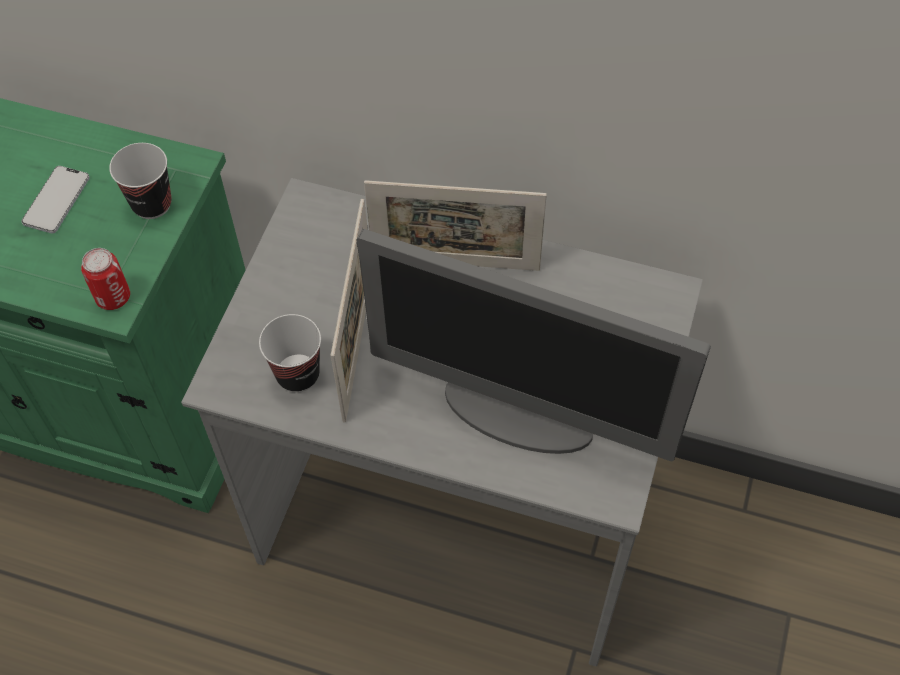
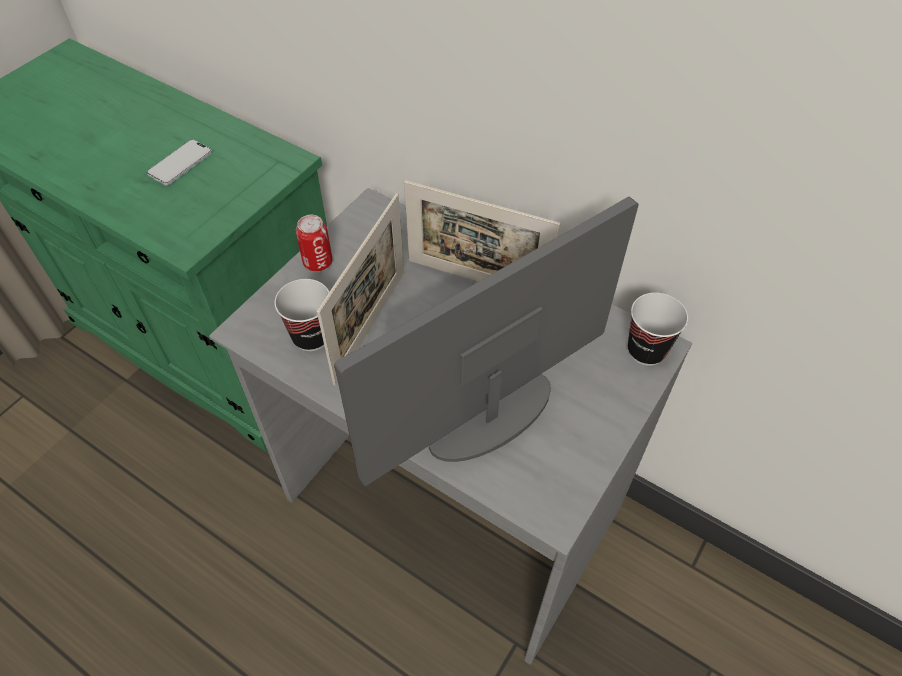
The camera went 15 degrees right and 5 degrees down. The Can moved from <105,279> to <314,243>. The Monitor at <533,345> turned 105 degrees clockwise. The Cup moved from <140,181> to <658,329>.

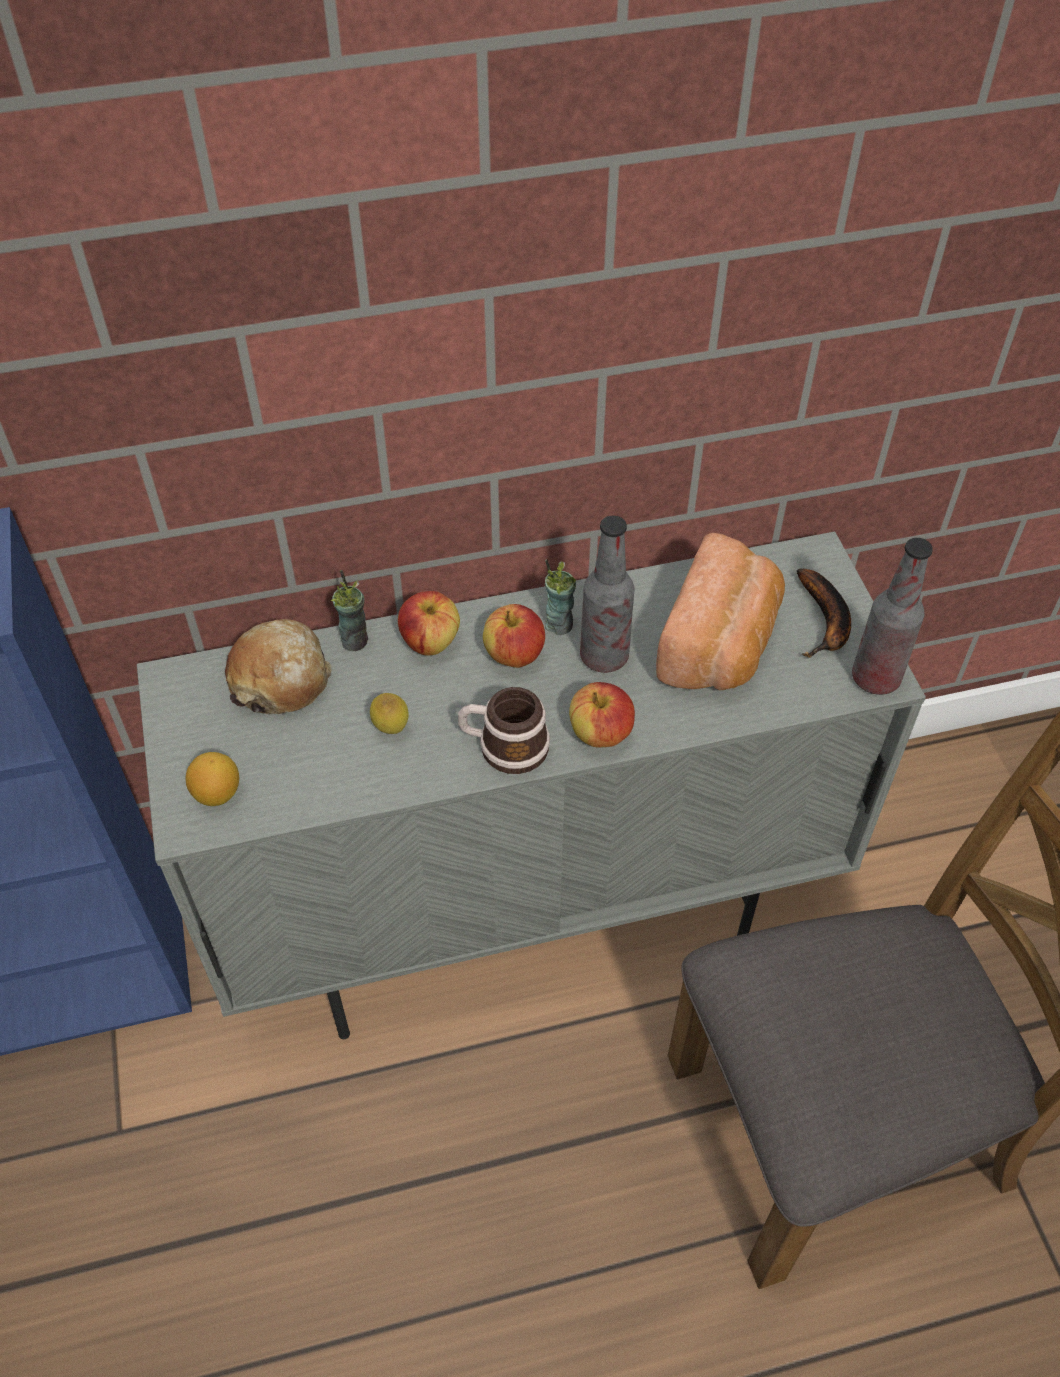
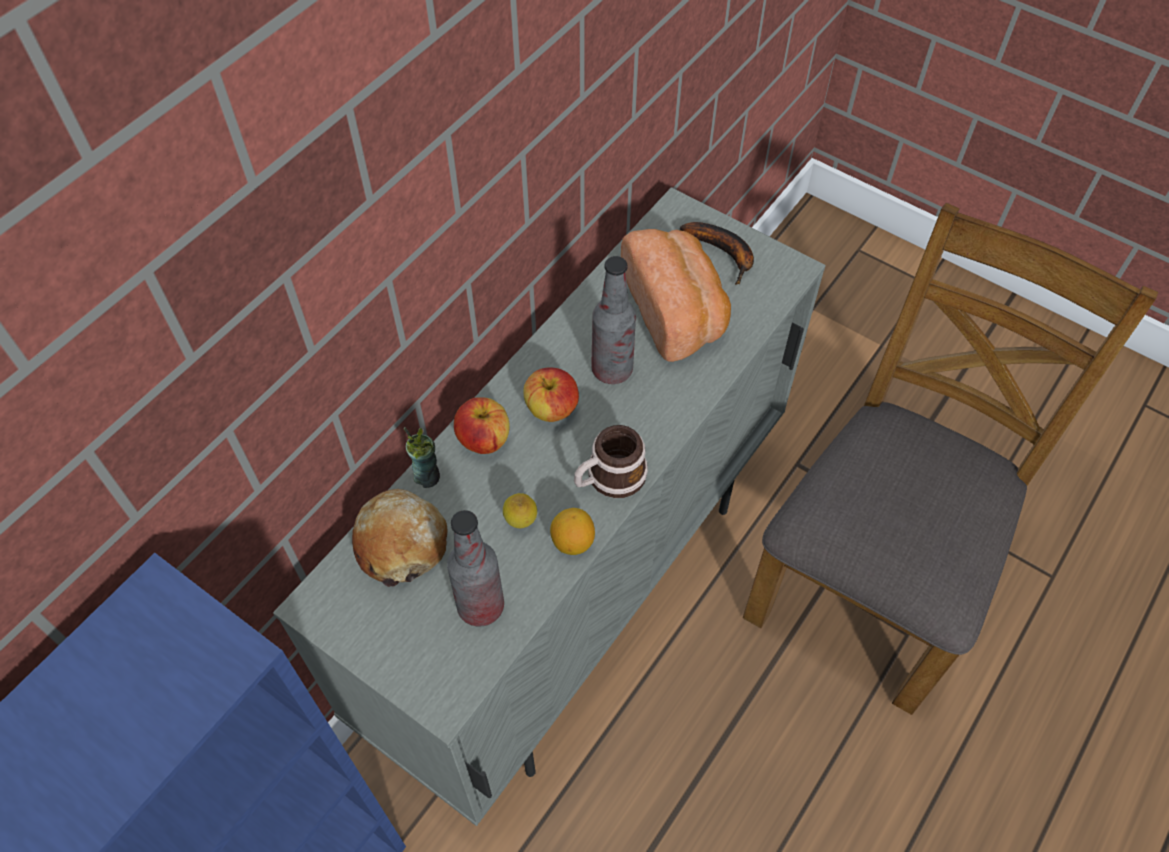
The camera went 40 degrees left and 5 degrees up. The Bottle moved from <892,616> to <475,568>. The Lemon moved from <212,779> to <572,531>. The Cup at <560,597> disappeared. The Apple at <602,714> disappeared.

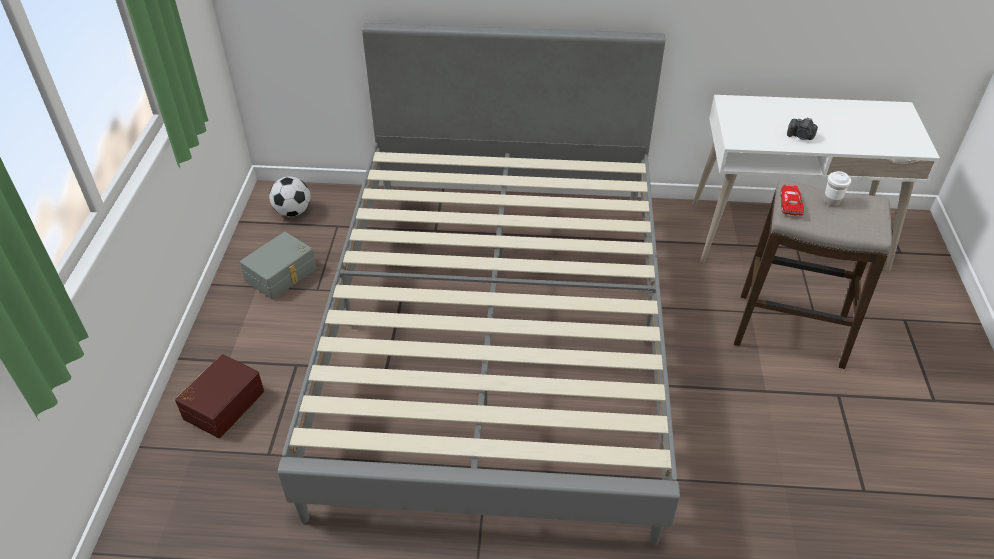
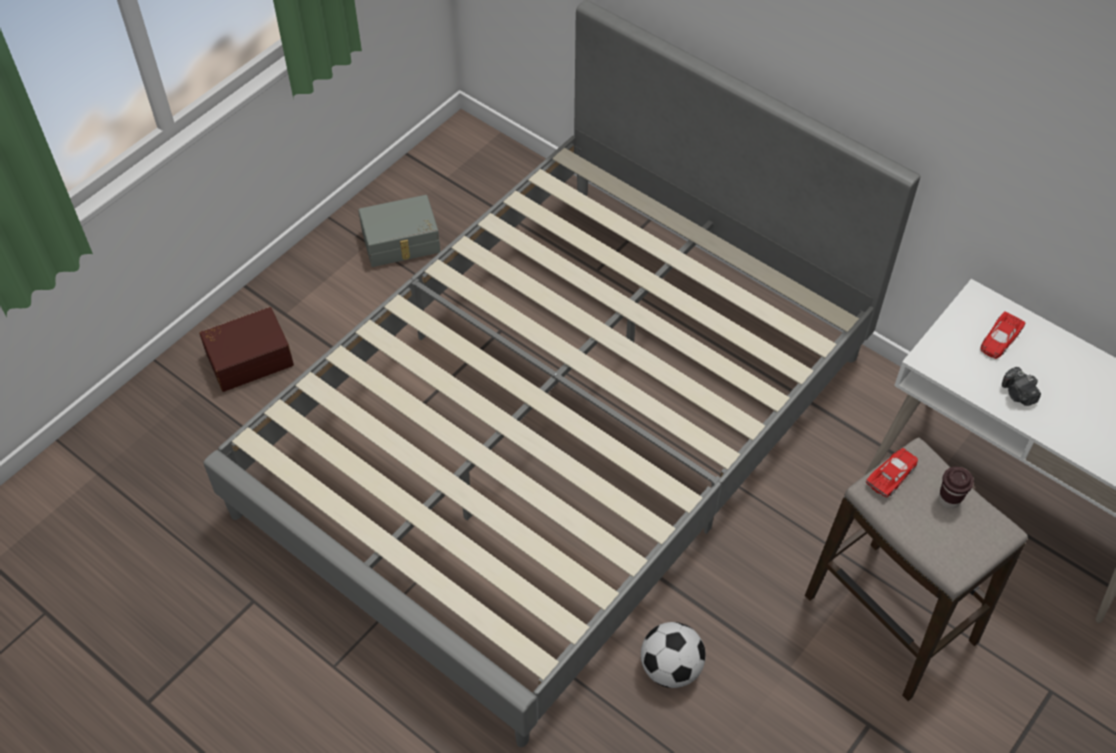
The camera went 35 degrees right and 10 degrees up. The Football moved from <290,196> to <673,655>. The WhiteCup at <837,188> became the BrownCup at <956,488>. The RedToyCar at <1003,335> appeared.

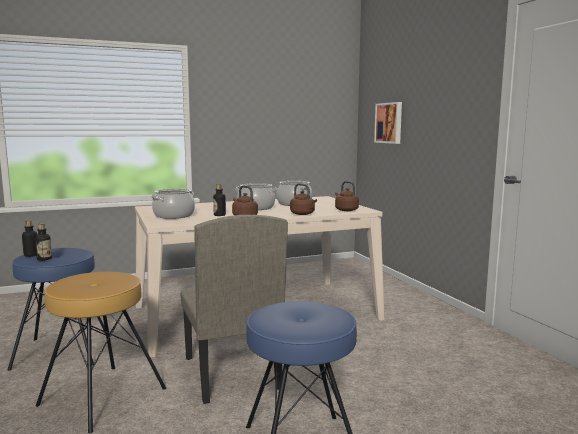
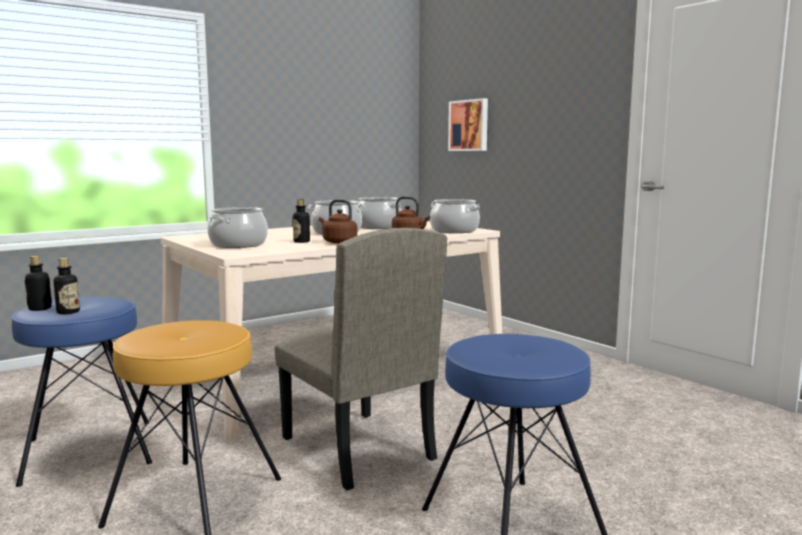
The camera went 15 degrees left and 0 degrees up. The BrownKettle at <347,196> was replaced by the CookingPot at <455,216>.

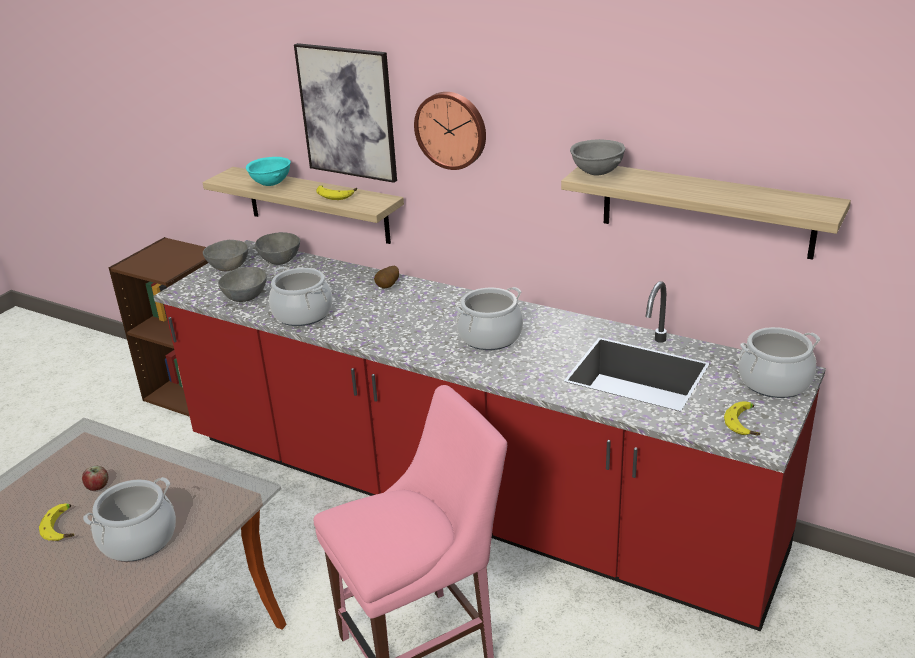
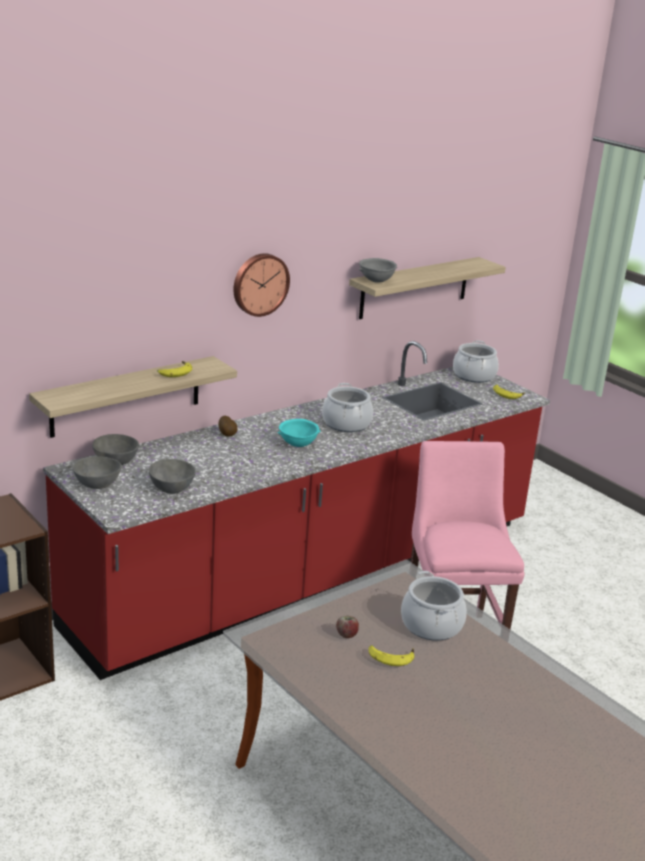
The camera went 70 degrees left and 5 degrees down. The TurquoiseBowl moved from <268,171> to <299,433>. The CookingPot at <301,296> disappeared. The Picture at <345,113> disappeared.

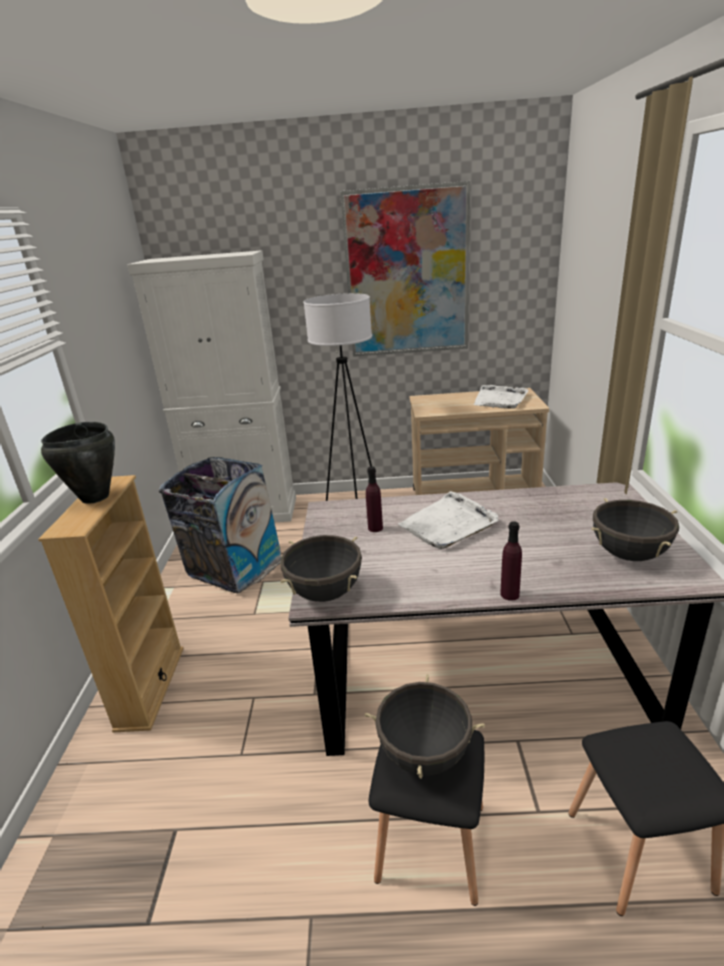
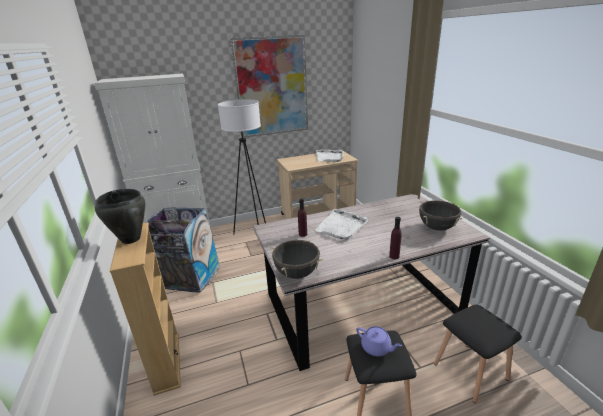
The camera went 20 degrees left and 0 degrees up. The BlackCookingPot at <425,726> was replaced by the PurpleTeapot at <379,341>.

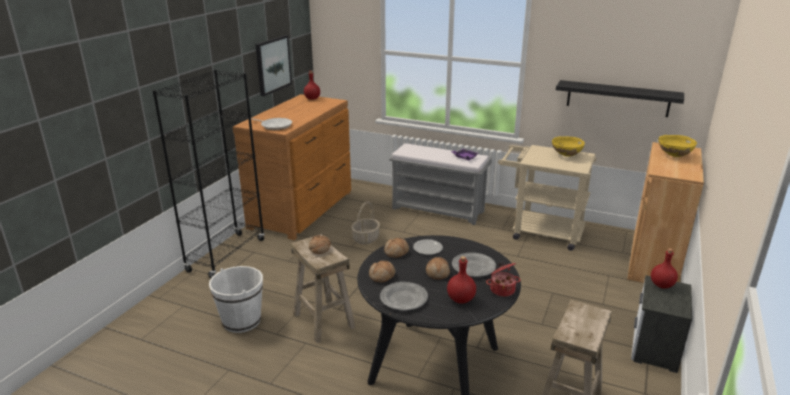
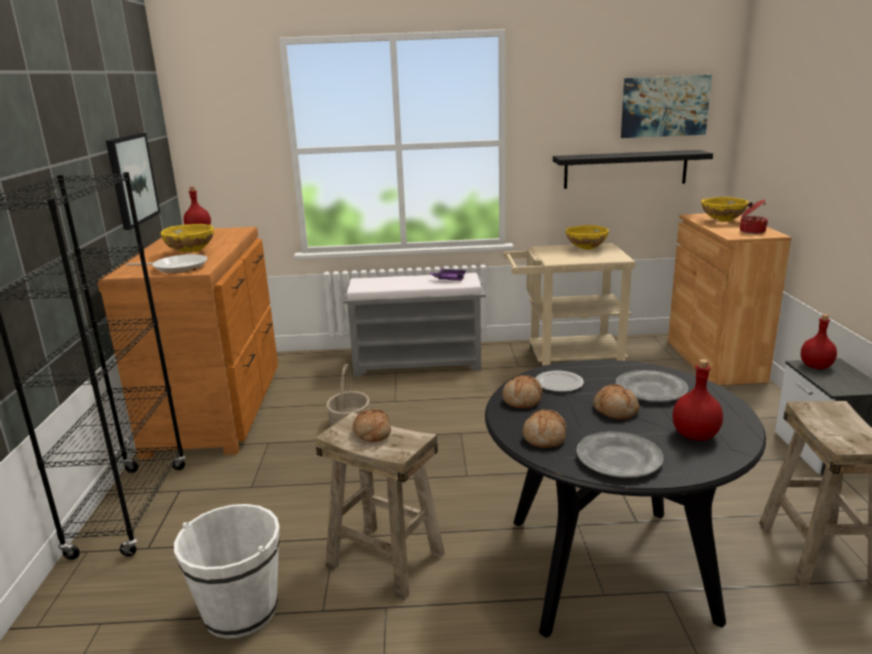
The camera went 25 degrees left and 5 degrees down. The YellowBowl at <187,238> appeared. The Picture at <666,106> appeared. The CookingPot moved from <503,279> to <754,216>.

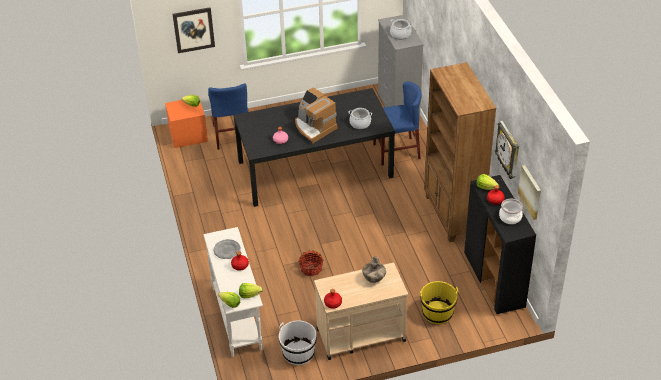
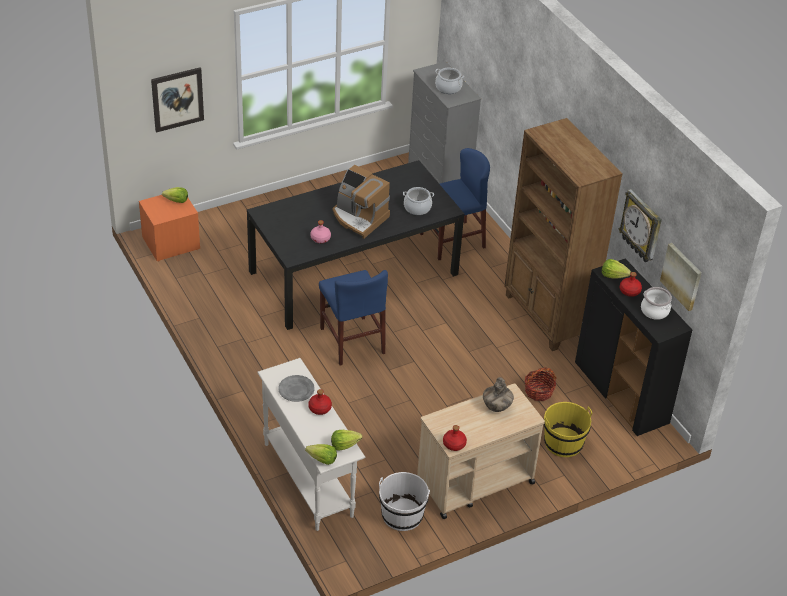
The camera went 15 degrees left and 0 degrees up. The BlueChair moved from <228,116> to <353,318>. The Basket moved from <311,263> to <541,384>.

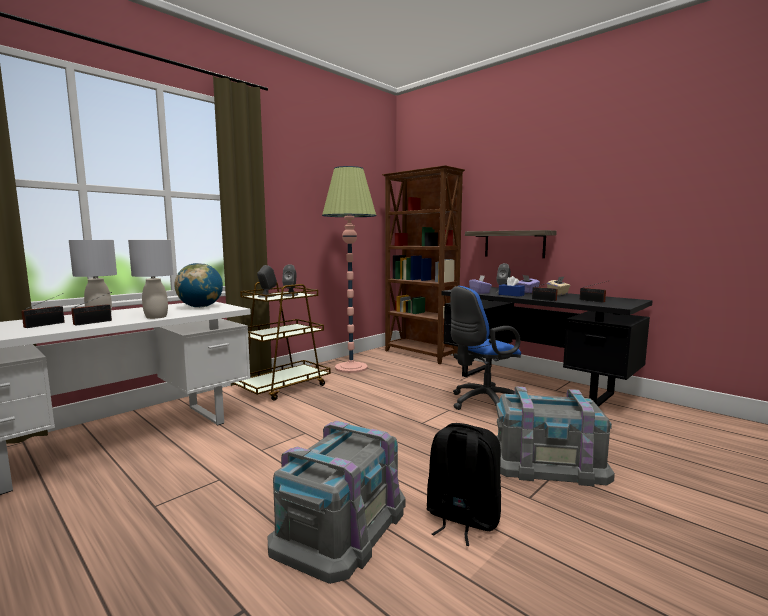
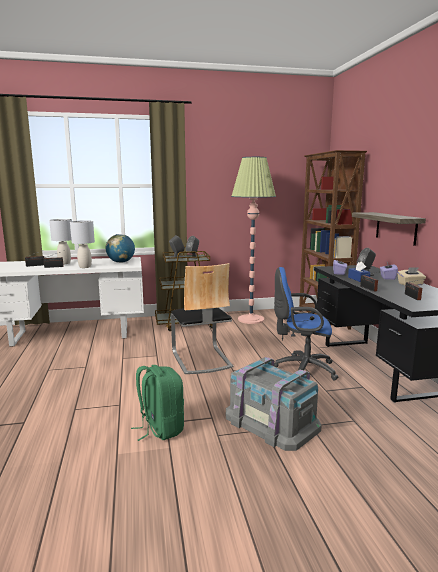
The camera went 35 degrees right and 5 degrees up. The BlackBackpack at <463,484> became the GreenBackpack at <157,403>. The Chair at <202,318> appeared. The GreyStorageBox at <337,502> disappeared.

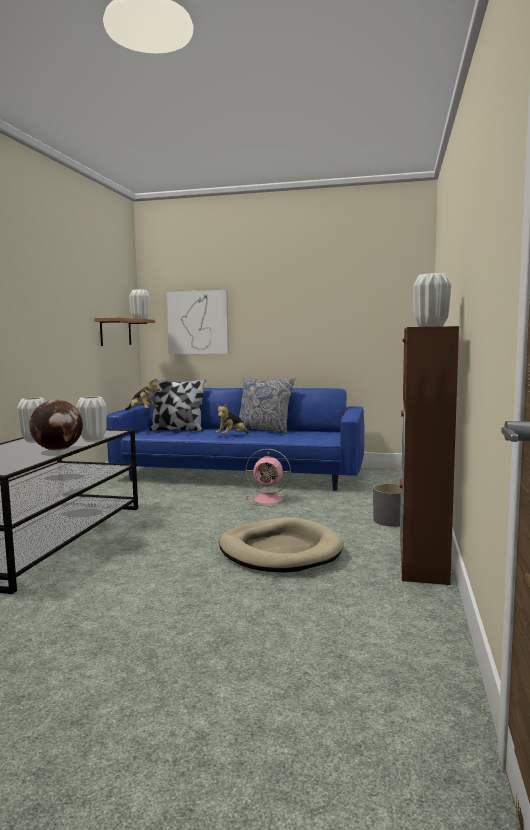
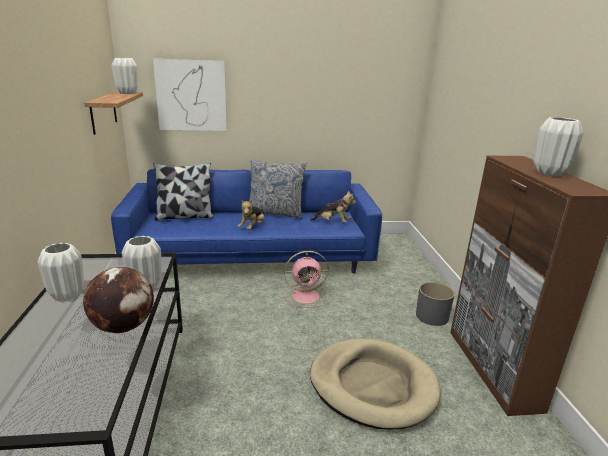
The camera went 20 degrees left and 15 degrees up. The PlushToy moved from <142,394> to <333,206>.

